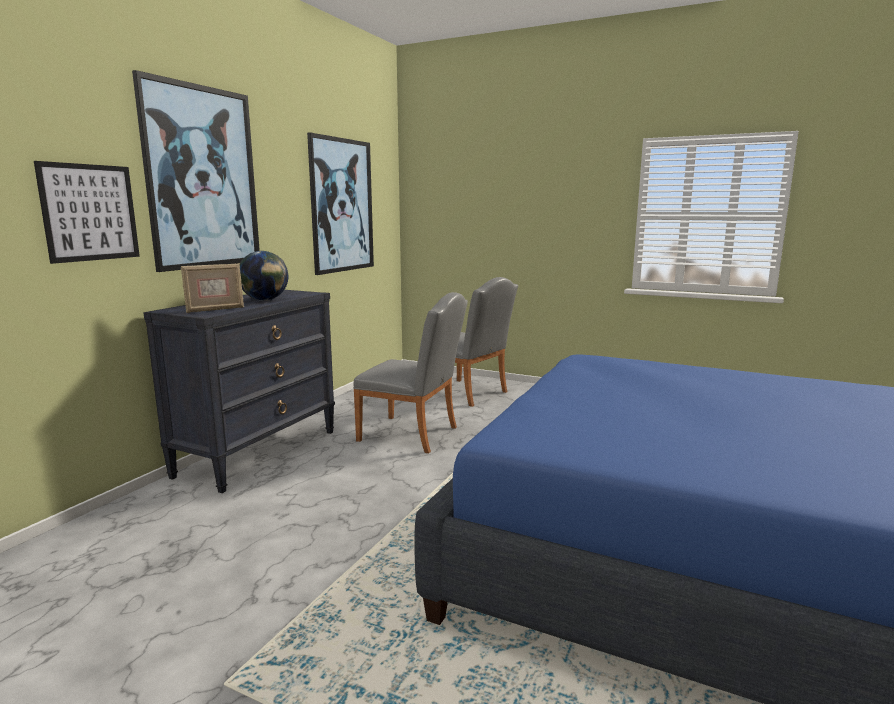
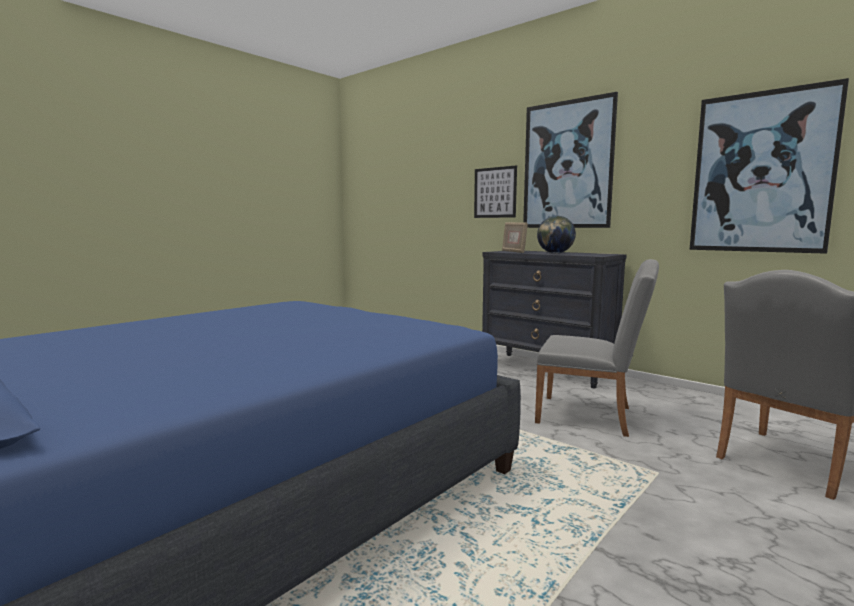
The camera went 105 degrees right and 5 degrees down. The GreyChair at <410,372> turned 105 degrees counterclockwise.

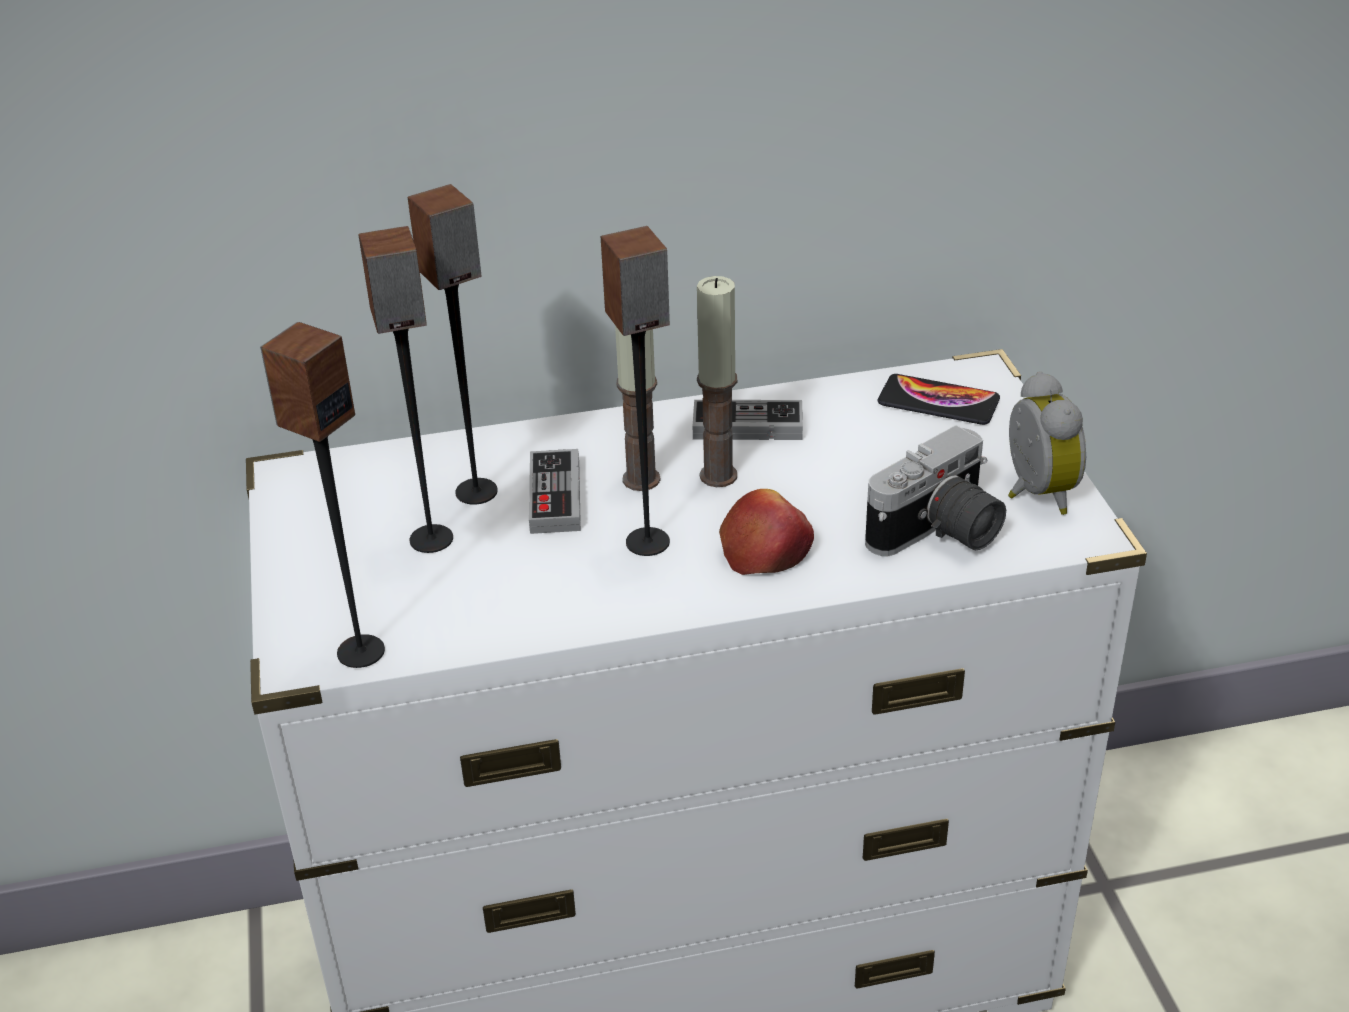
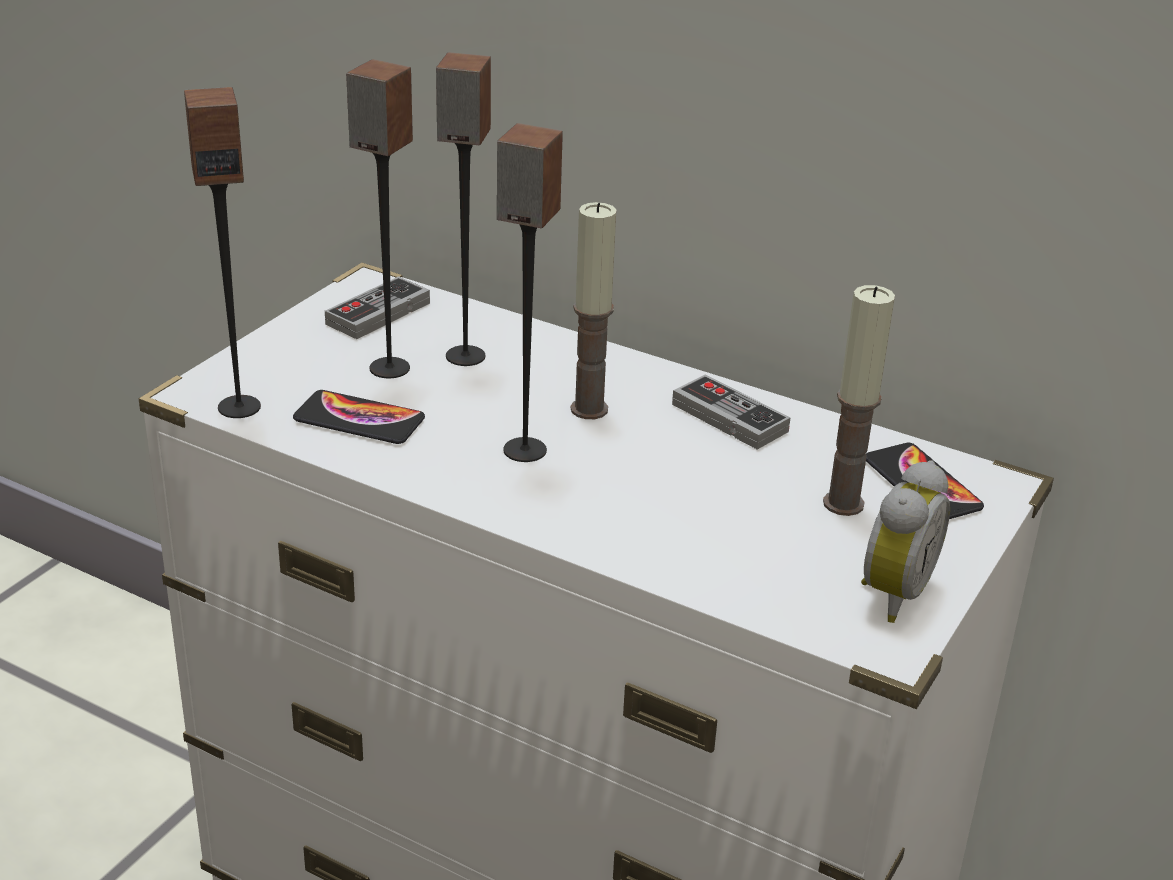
The camera went 40 degrees right and 5 degrees down. The Phone at <359,417> appeared. The GameController moved from <555,491> to <377,307>. The Candle moved from <717,381> to <859,400>. The Apple at <766,532> disappeared. The PhotoCamera at <935,491> disappeared.

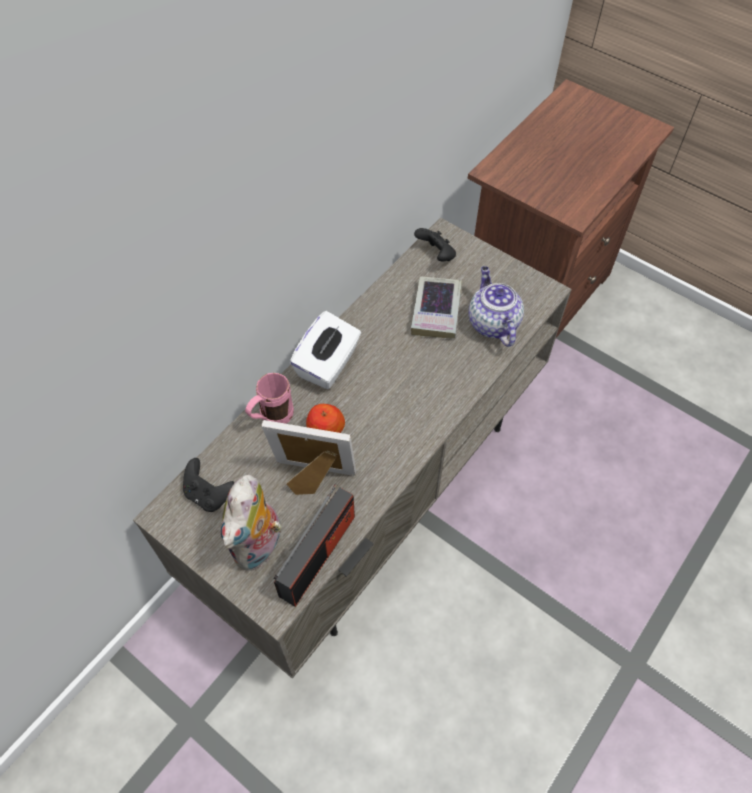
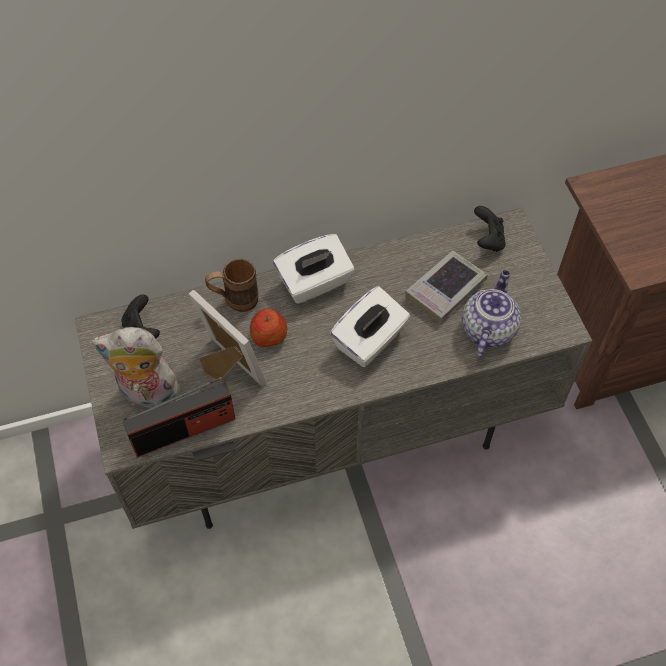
The camera went 35 degrees right and 0 degrees up. The PlushToy at <252,523> turned 45 degrees clockwise. The PinkMug at <269,398> became the BrownMug at <231,285>. The WhiteTissueBox at <370,326> appeared.

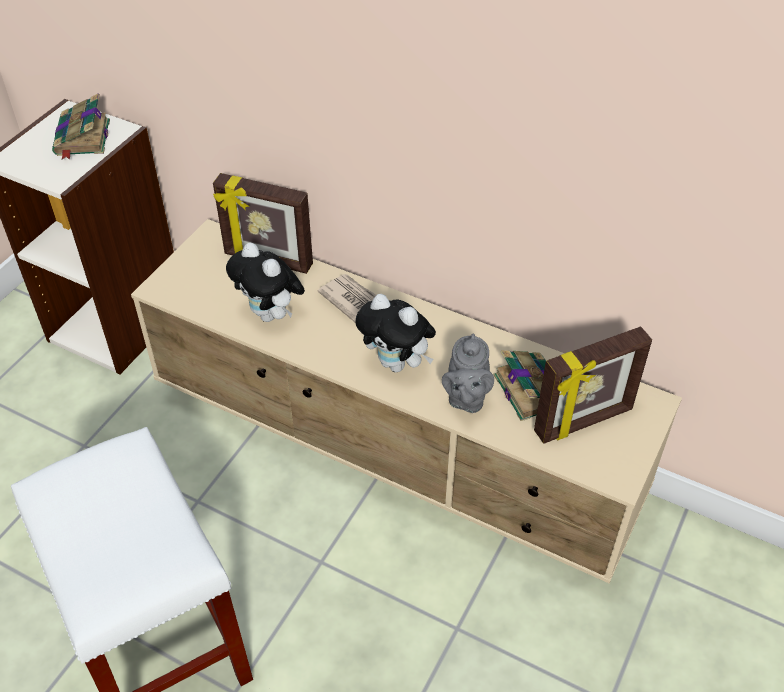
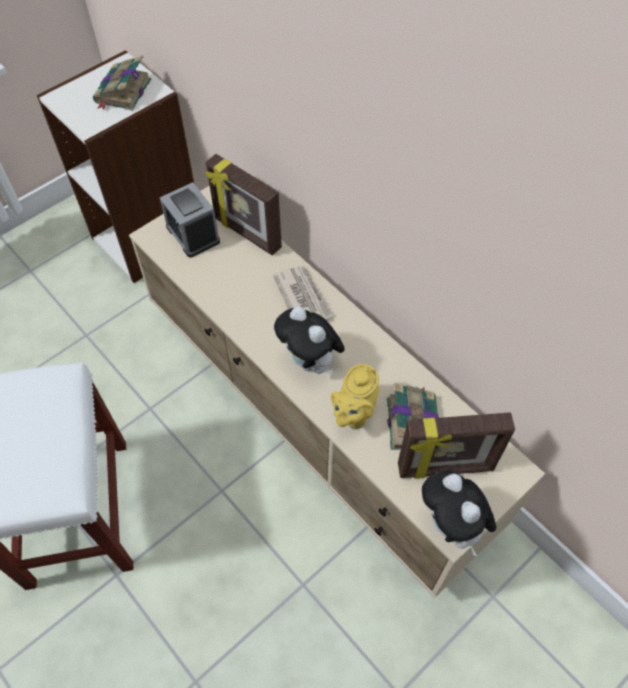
The camera went 20 degrees right and 10 degrees up. The AlarmClock at <190,220> appeared. The GreyTeapot at <468,373> became the YellowTeapot at <355,396>. The PlushToy moved from <265,282> to <459,513>.

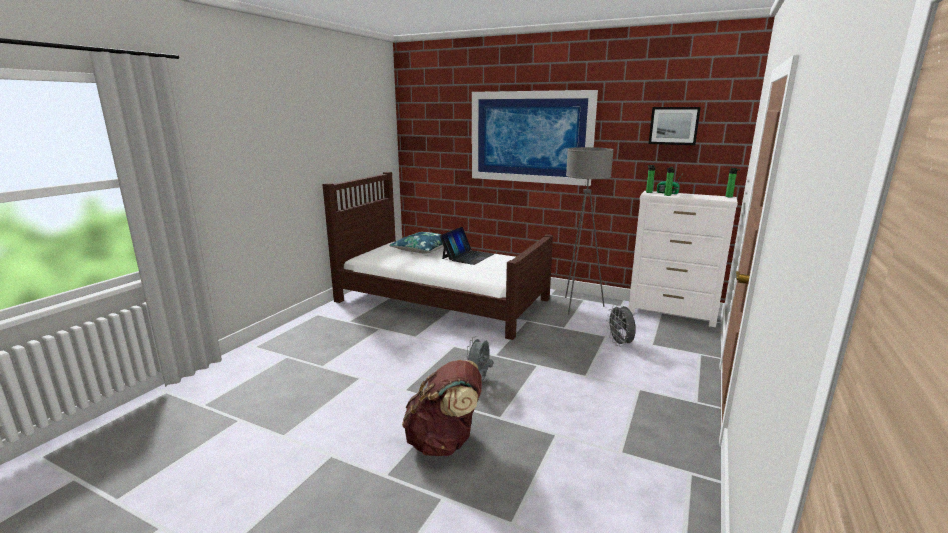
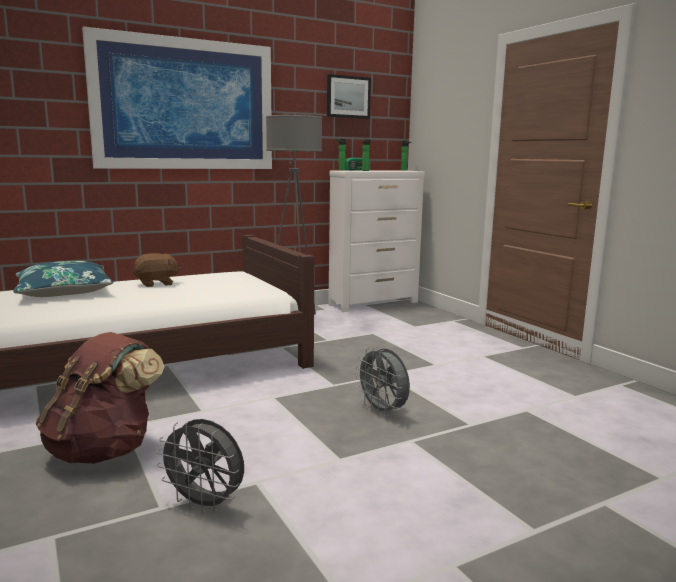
The camera went 55 degrees left and 5 degrees down. The BrownBackpack moved from <442,408> to <100,398>. The Laptop at <467,246> was replaced by the BrownPlushToy at <157,270>. The GreyFan moved from <621,325> to <200,466>.

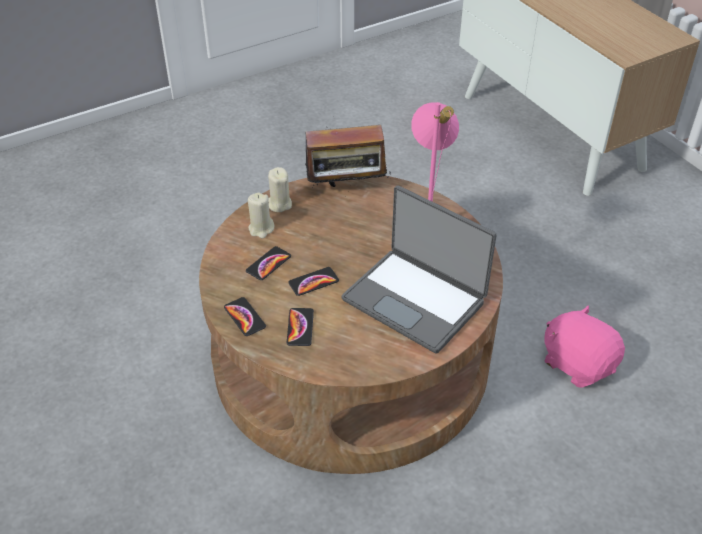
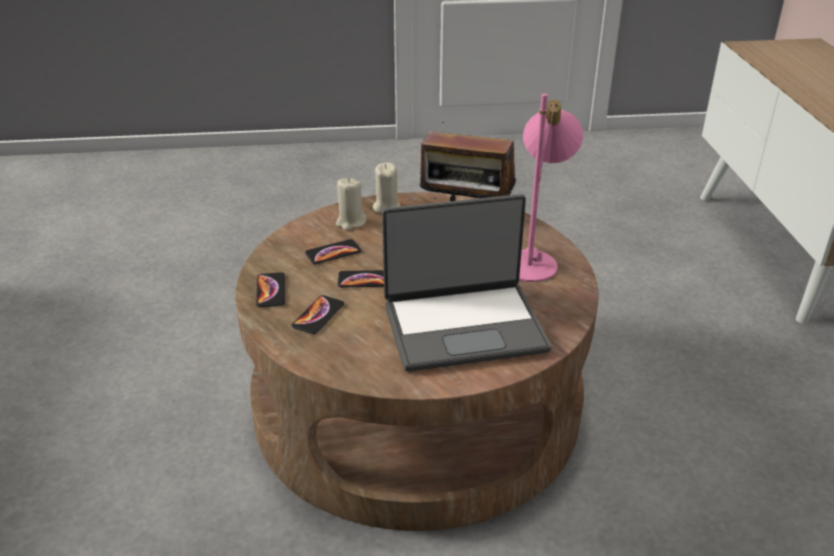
The camera went 25 degrees right and 10 degrees down. The Laptop at <418,269> turned 75 degrees counterclockwise. The PinkPlushToy at <584,346> disappeared.

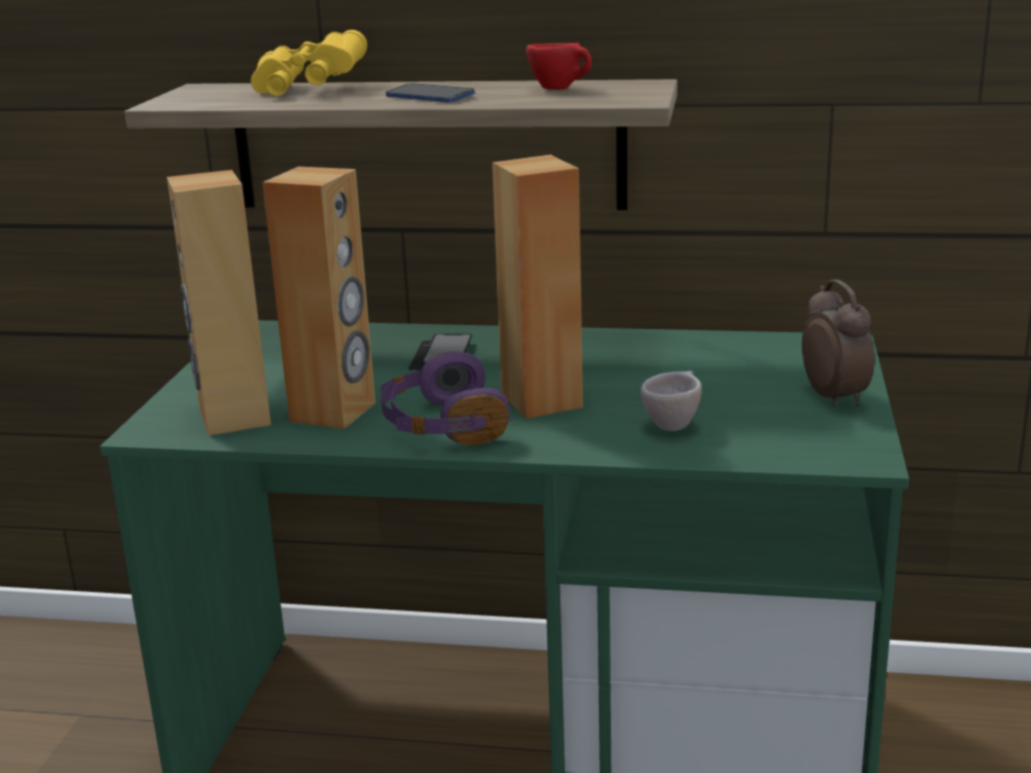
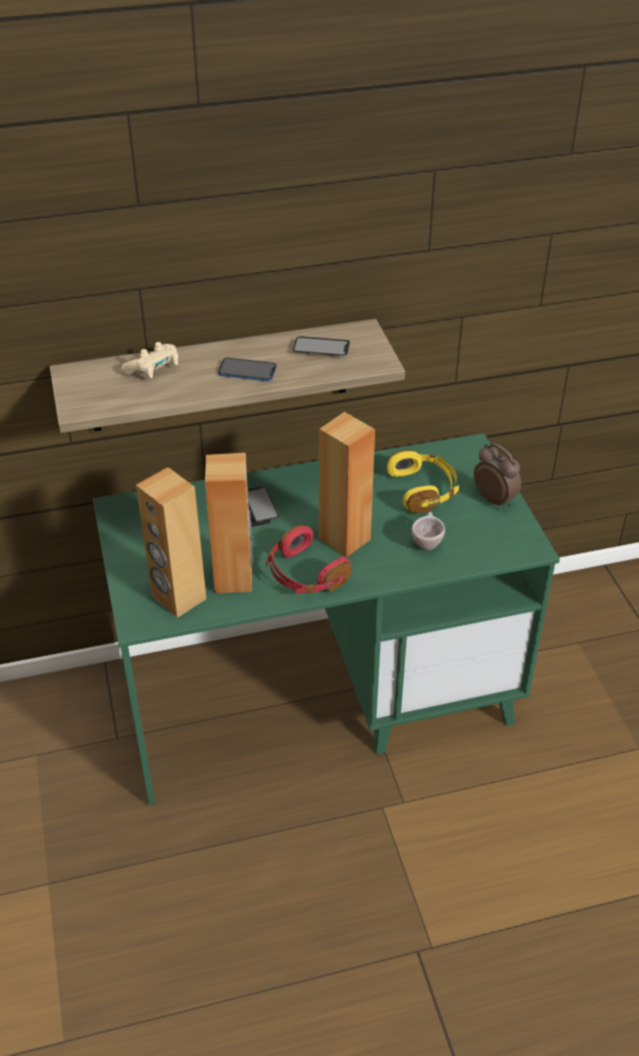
The camera went 25 degrees left and 20 degrees up. The YellowBinoculars at <309,63> was replaced by the BeigeGameController at <149,360>. The PurpleHeadphones at <445,398> became the RedHeadphones at <309,559>. The RedCup at <559,66> was replaced by the Phone at <321,346>. The YellowHeadphones at <423,481> appeared.

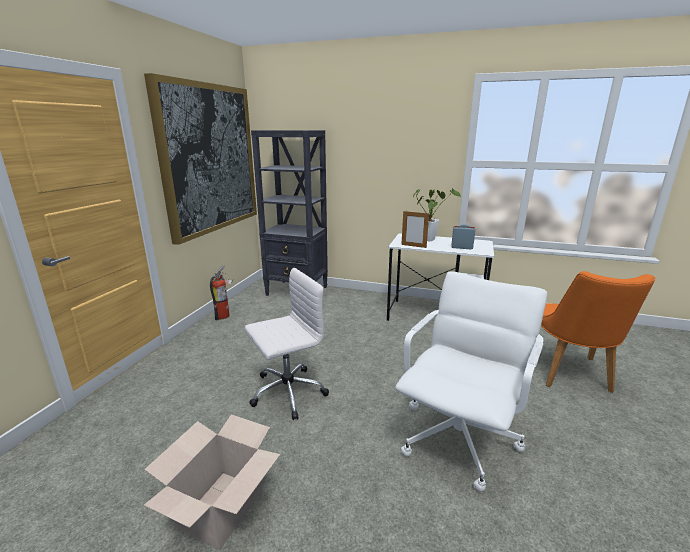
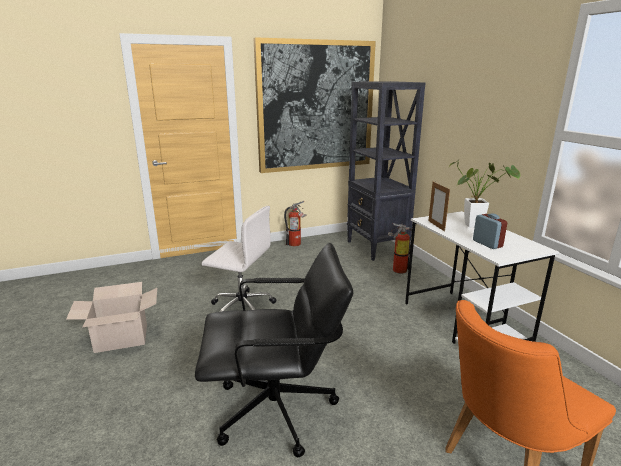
The camera went 50 degrees right and 0 degrees up. The WhiteOfficeChair at <471,381> became the BlackOfficeChair at <274,350>. The FireExtinguisher at <400,248> appeared.

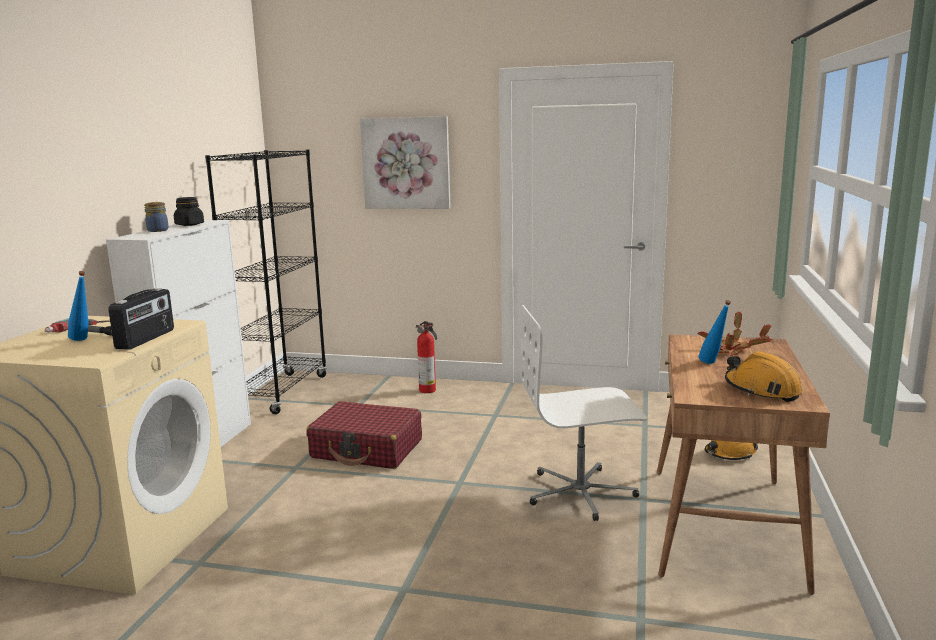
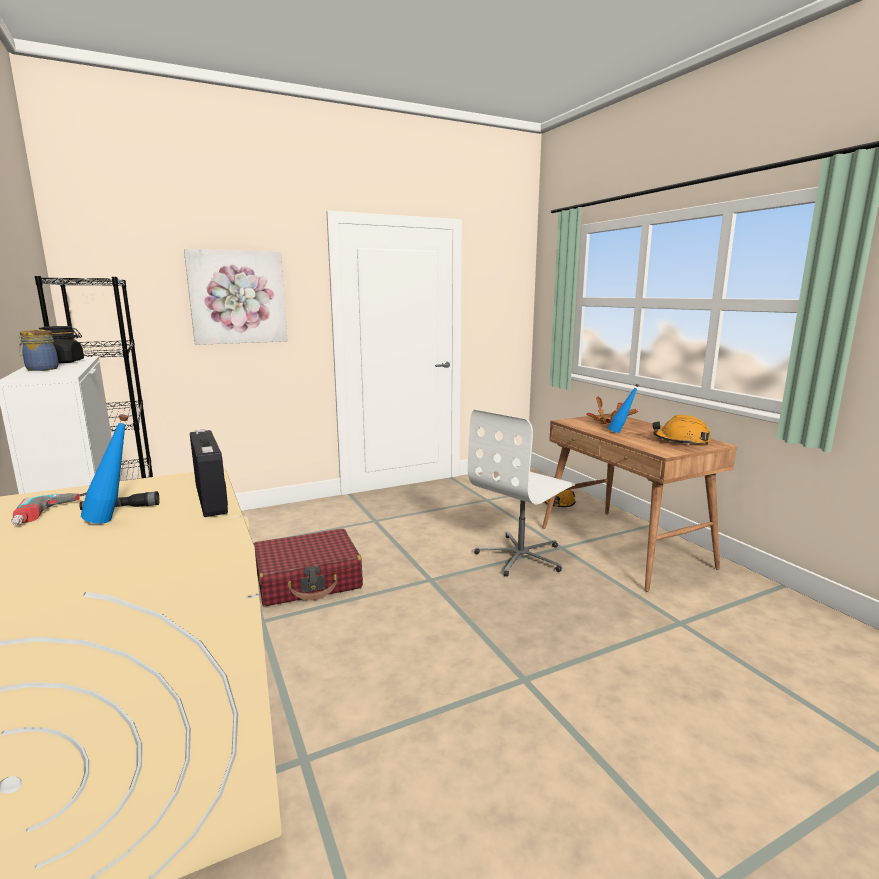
The camera went 40 degrees left and 0 degrees up. The FireExtinguisher at <426,357> disappeared.

